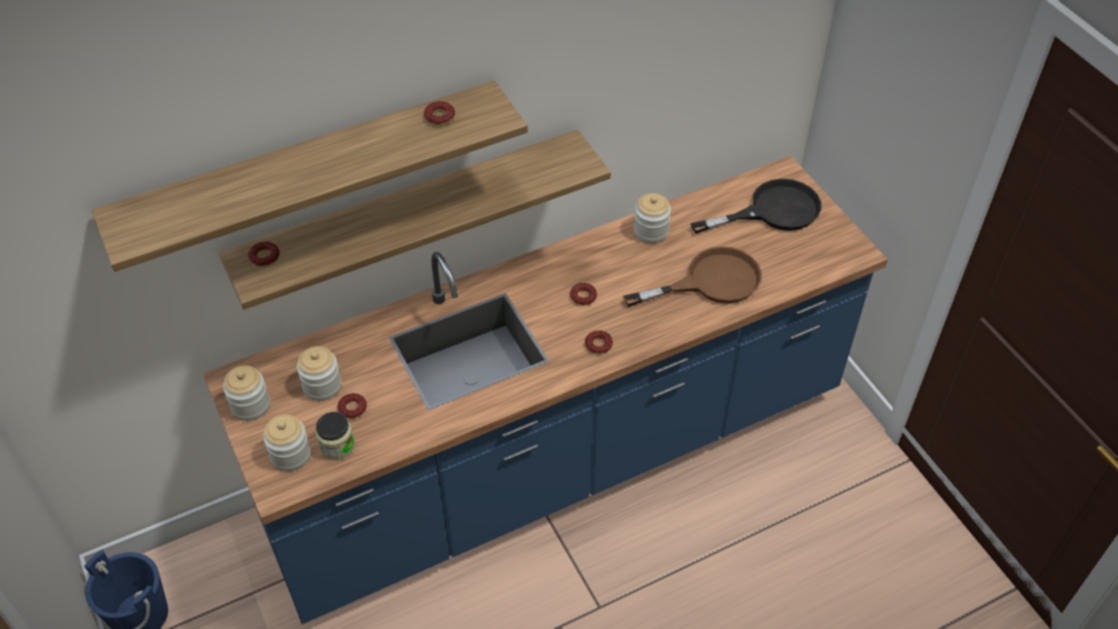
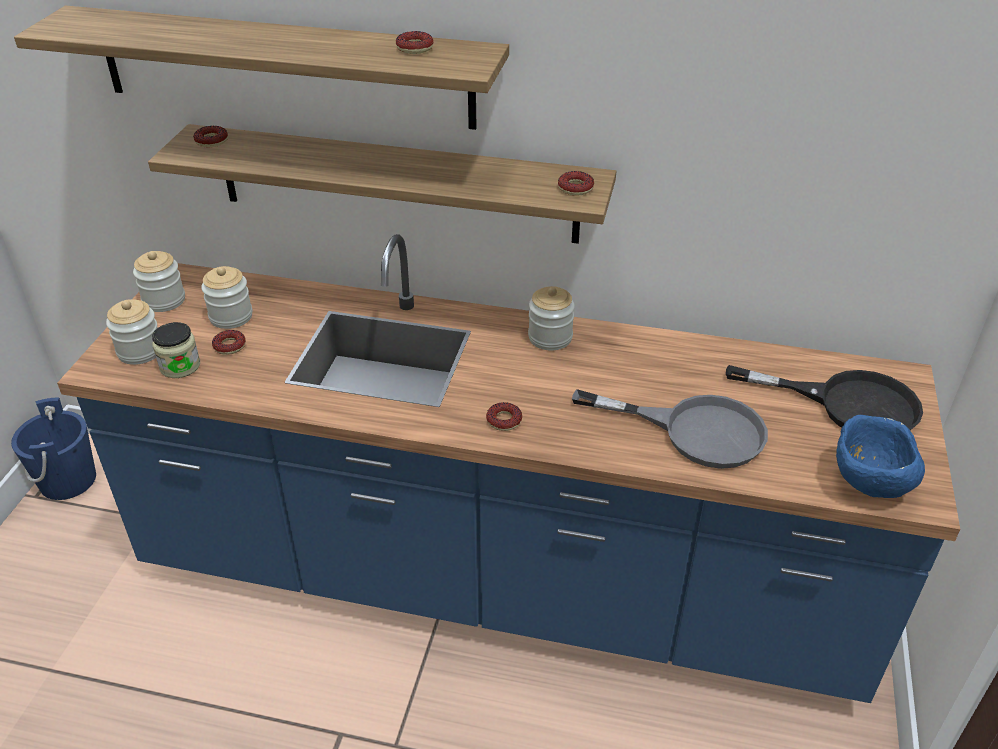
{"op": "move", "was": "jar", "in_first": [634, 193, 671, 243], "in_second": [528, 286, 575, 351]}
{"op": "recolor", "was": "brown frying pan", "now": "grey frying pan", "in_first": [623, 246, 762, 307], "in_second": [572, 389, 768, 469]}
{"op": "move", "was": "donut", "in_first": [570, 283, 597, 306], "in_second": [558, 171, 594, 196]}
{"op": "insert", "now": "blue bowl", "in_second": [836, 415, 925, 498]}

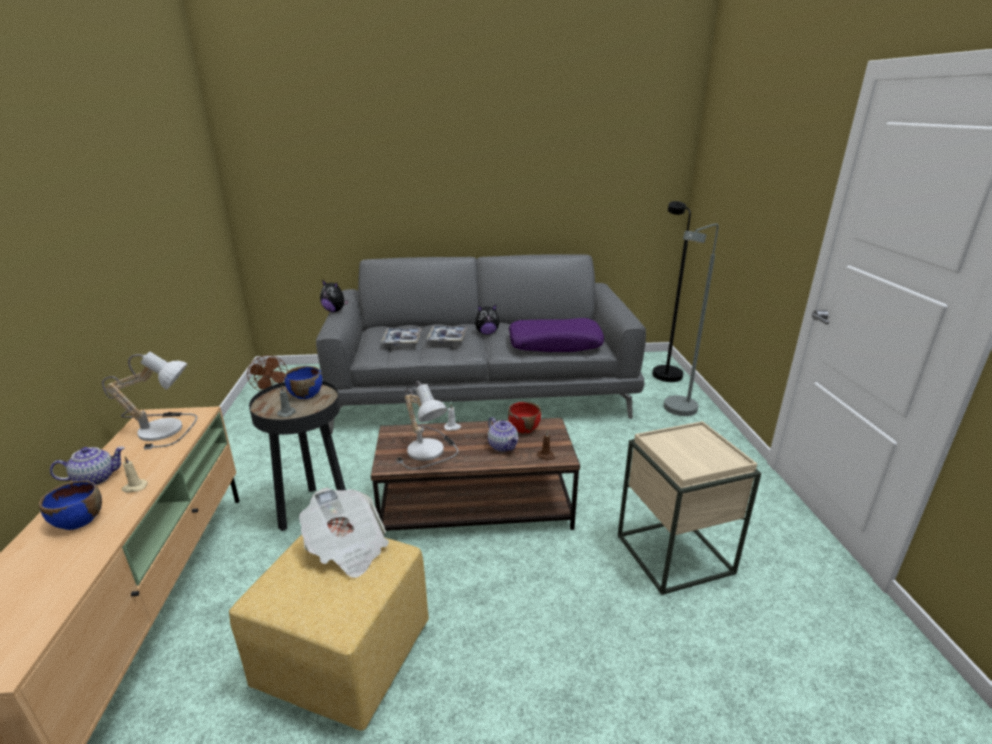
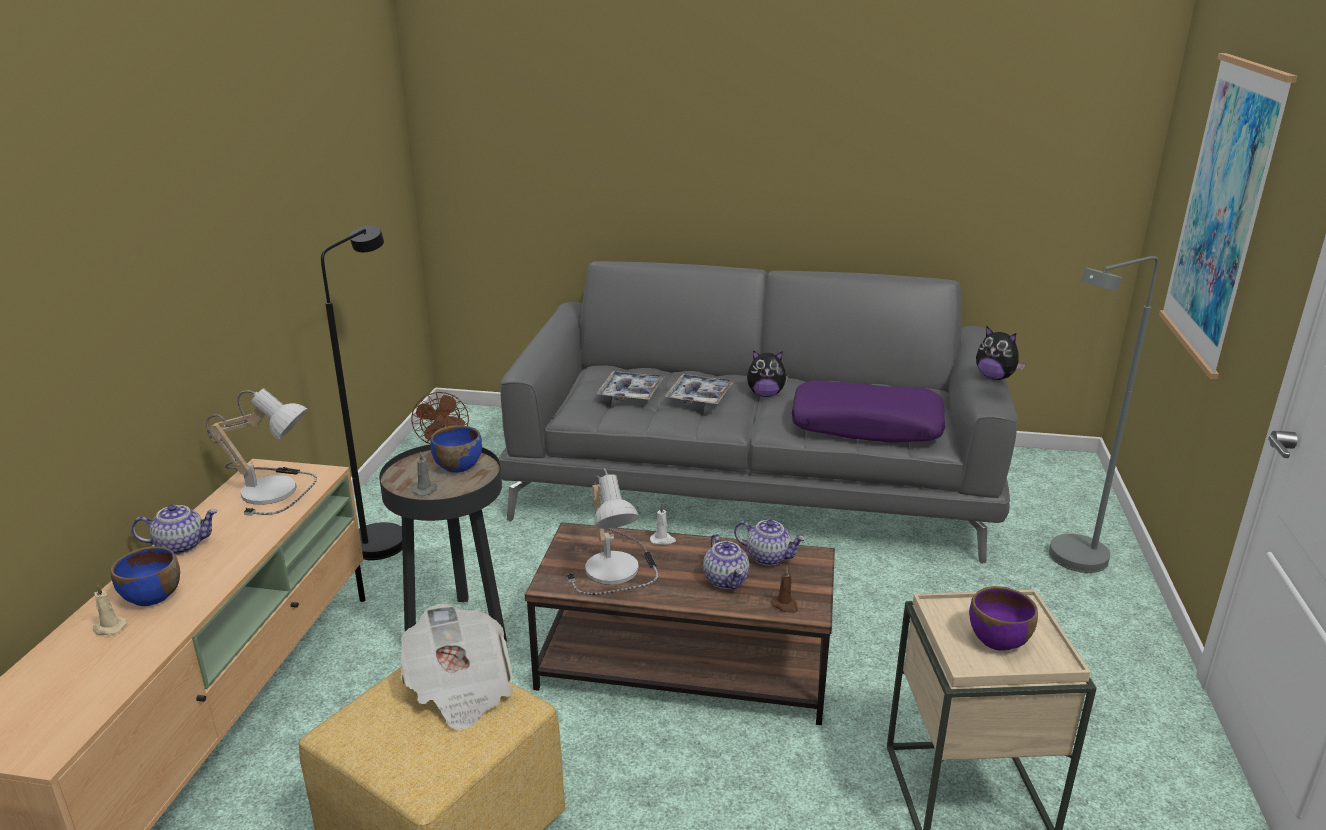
{"op": "move", "was": "black floor lamp", "in_first": [653, 201, 691, 382], "in_second": [321, 225, 402, 560]}
{"op": "move", "was": "plush toy", "in_first": [320, 280, 349, 312], "in_second": [976, 326, 1026, 380]}
{"op": "replace", "was": "red bowl", "now": "teapot", "in_first": [508, 402, 541, 433], "in_second": [734, 520, 805, 566]}
{"op": "move", "was": "beige candle", "in_first": [122, 456, 148, 493], "in_second": [93, 584, 127, 635]}
{"op": "insert", "now": "picture", "in_second": [1159, 53, 1298, 379]}
{"op": "insert", "now": "purple bowl", "in_second": [969, 586, 1038, 651]}

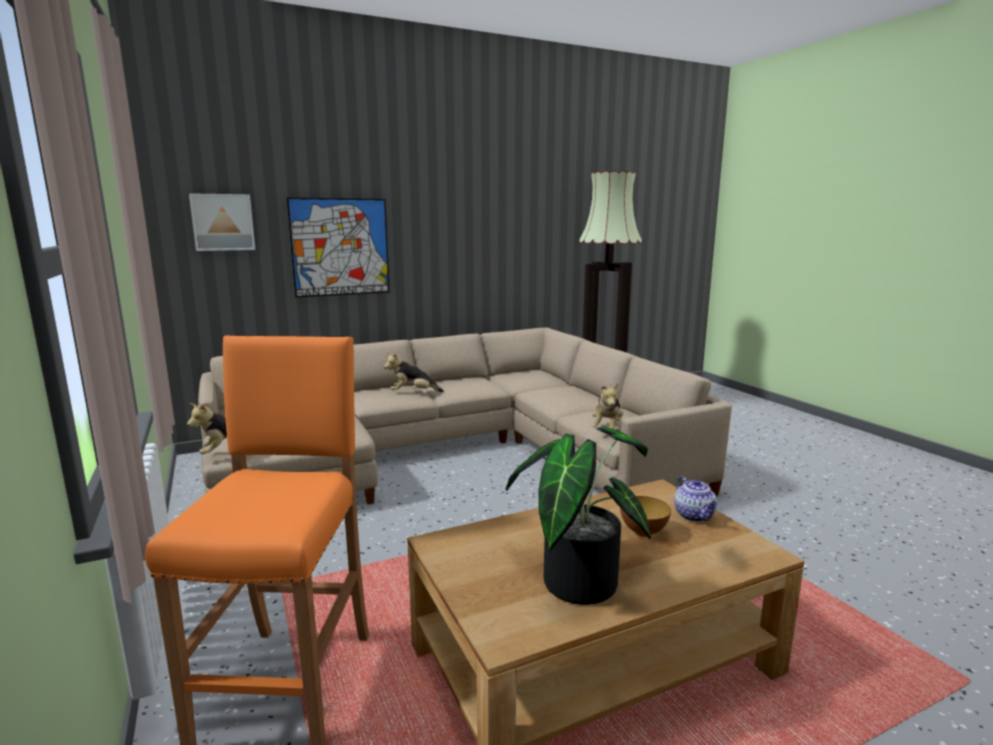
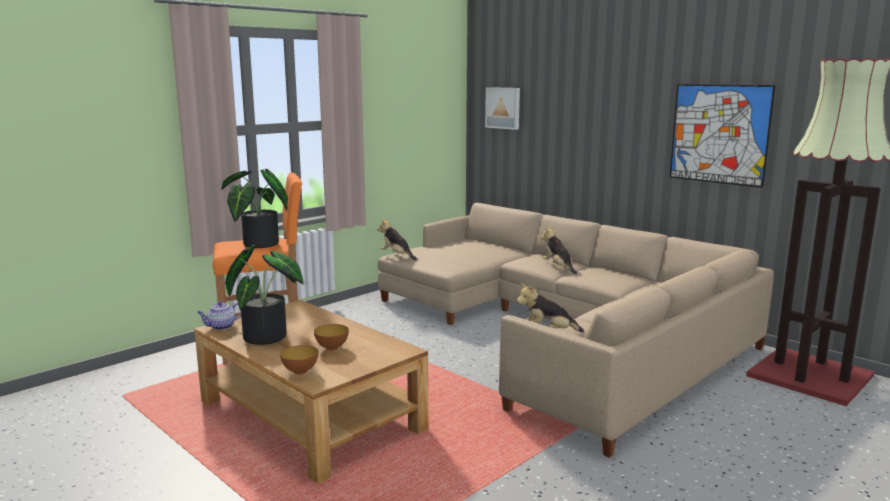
{"op": "move", "was": "picture", "in_first": [287, 198, 390, 297], "in_second": [670, 84, 775, 188]}
{"op": "move", "was": "teapot", "in_first": [674, 476, 717, 522], "in_second": [197, 301, 241, 330]}
{"op": "insert", "now": "potted plant", "in_second": [221, 169, 288, 248]}
{"op": "insert", "now": "bowl", "in_second": [280, 345, 318, 375]}

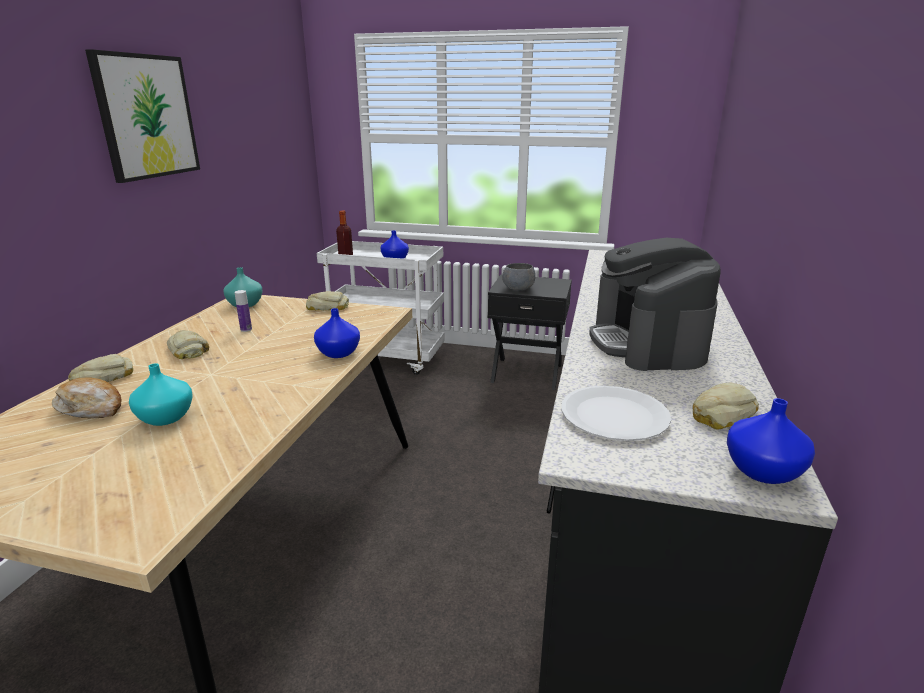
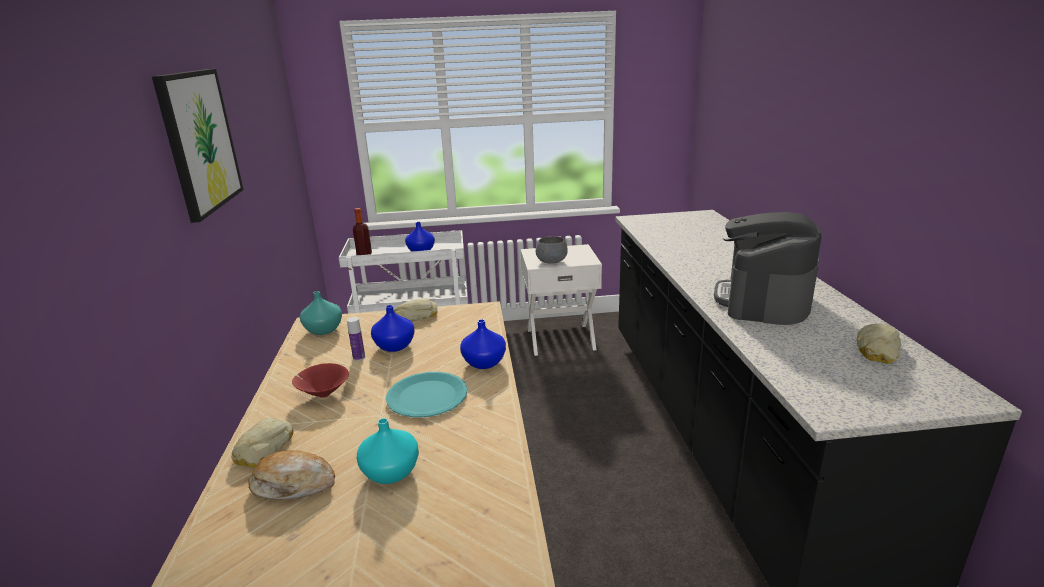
{"op": "rotate", "was": "coffee machine", "in_first": [589, 238, 721, 371], "in_second": [714, 212, 822, 325], "clockwise": 45}
{"op": "recolor", "was": "black nightstand", "now": "white nightstand", "in_first": [488, 274, 572, 390], "in_second": [520, 244, 602, 356]}
{"op": "replace", "was": "bread", "now": "red bowl", "in_first": [167, 330, 209, 359], "in_second": [292, 363, 349, 398]}
{"op": "delete", "was": "white plate", "in_first": [561, 386, 671, 441]}
{"op": "move", "was": "blue vase", "in_first": [727, 398, 815, 484], "in_second": [371, 305, 415, 352]}
{"op": "insert", "now": "turquoise plate", "in_second": [386, 372, 467, 417]}

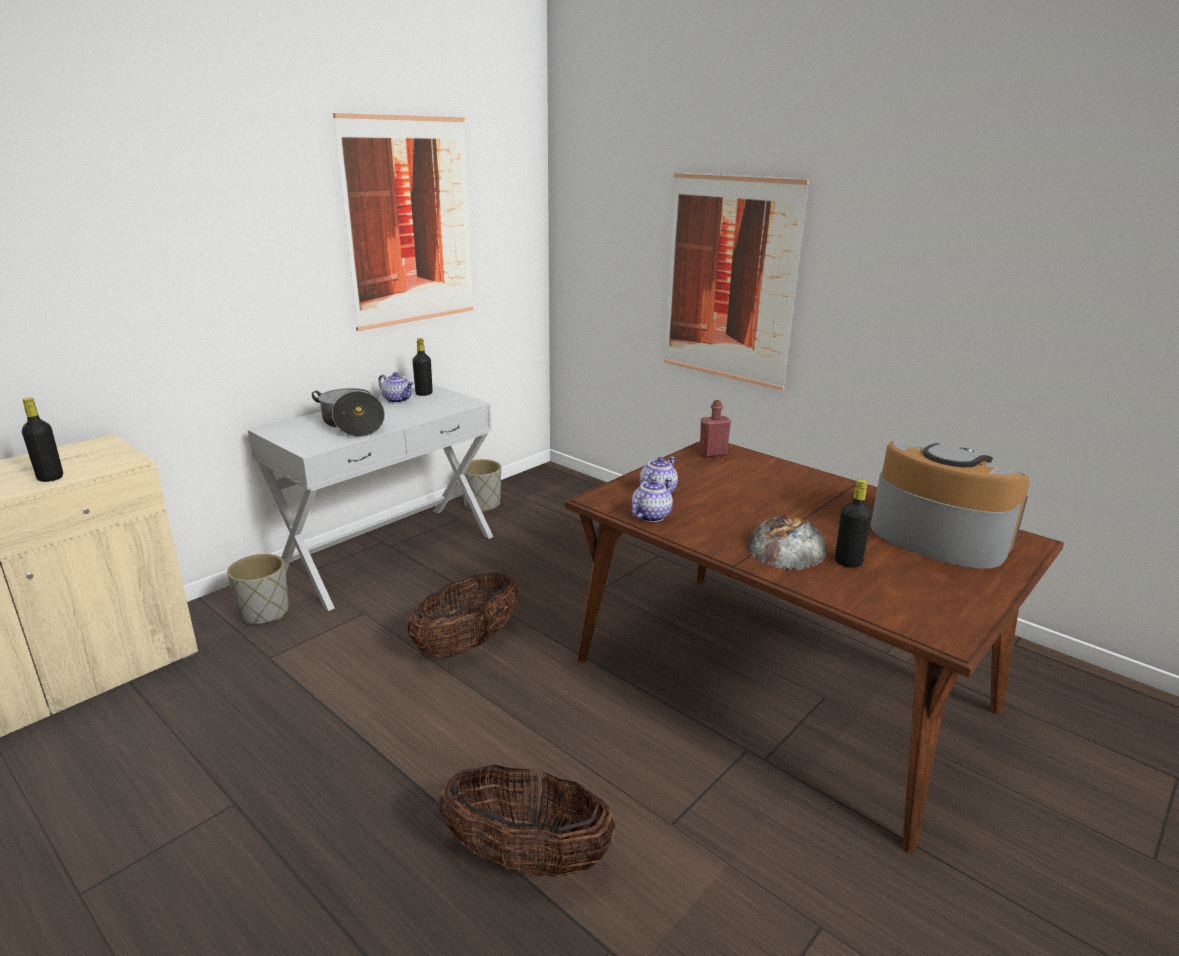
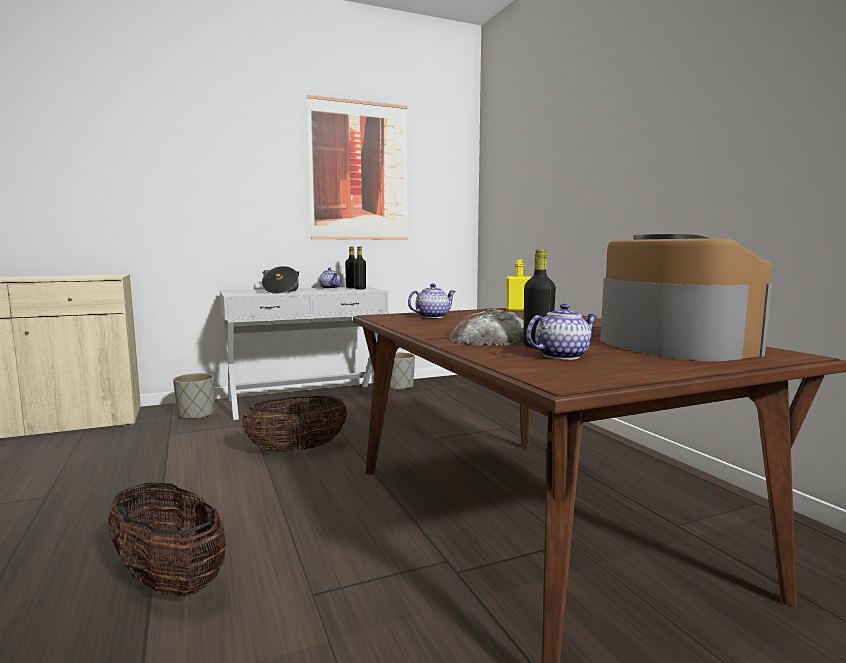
{"op": "delete", "was": "picture", "in_first": [664, 172, 809, 391]}
{"op": "move", "was": "black bottle", "in_first": [22, 398, 63, 482], "in_second": [354, 246, 366, 290]}
{"op": "recolor", "was": "red bottle", "now": "yellow bottle", "in_first": [699, 400, 731, 457], "in_second": [506, 260, 531, 311]}
{"op": "move", "was": "teapot", "in_first": [632, 478, 673, 522], "in_second": [526, 304, 598, 360]}

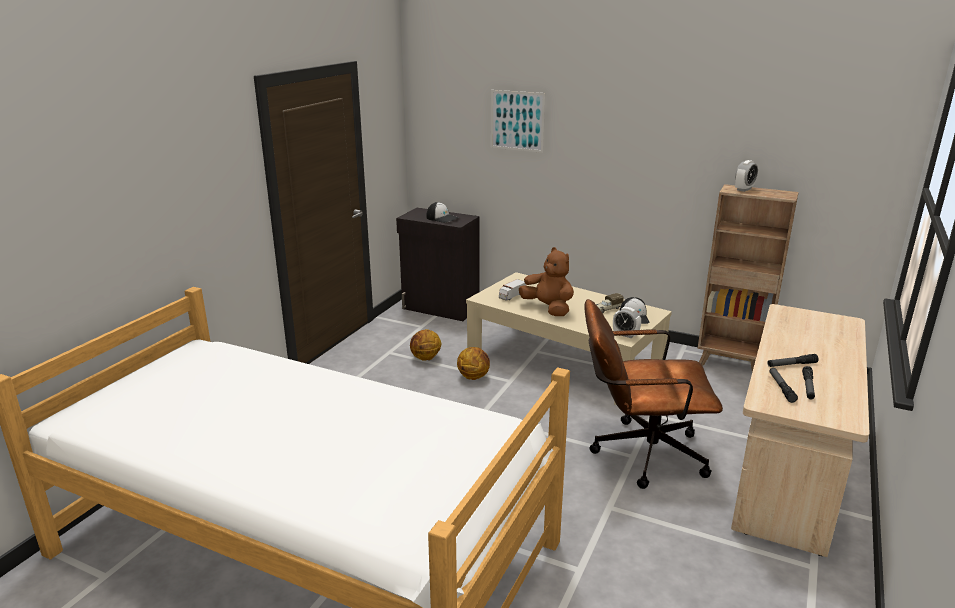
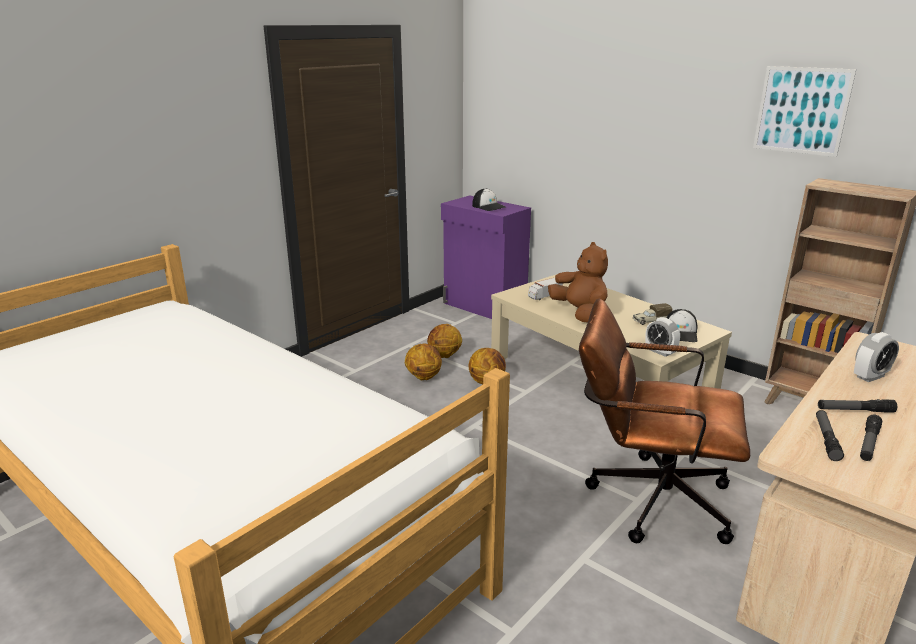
{"op": "move", "was": "picture", "in_first": [491, 90, 545, 153], "in_second": [753, 66, 856, 157]}
{"op": "move", "was": "alarm clock", "in_first": [735, 160, 758, 192], "in_second": [854, 332, 899, 382]}
{"op": "recolor", "was": "black cabinet", "now": "purple cabinet", "in_first": [396, 208, 479, 321], "in_second": [441, 196, 531, 319]}
{"op": "insert", "now": "basketball", "in_second": [405, 343, 442, 380]}

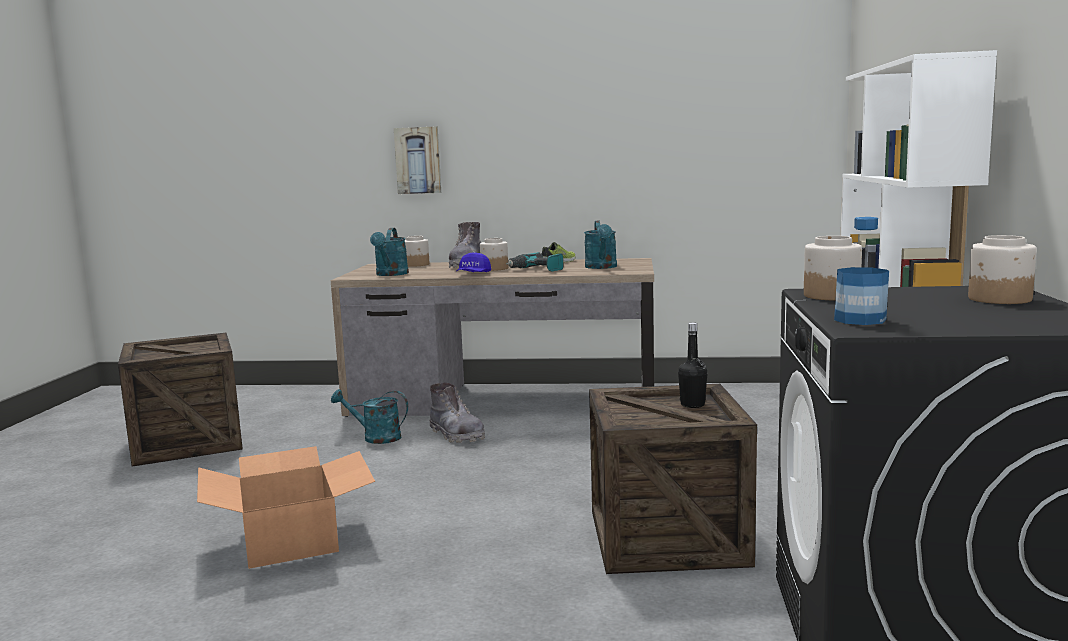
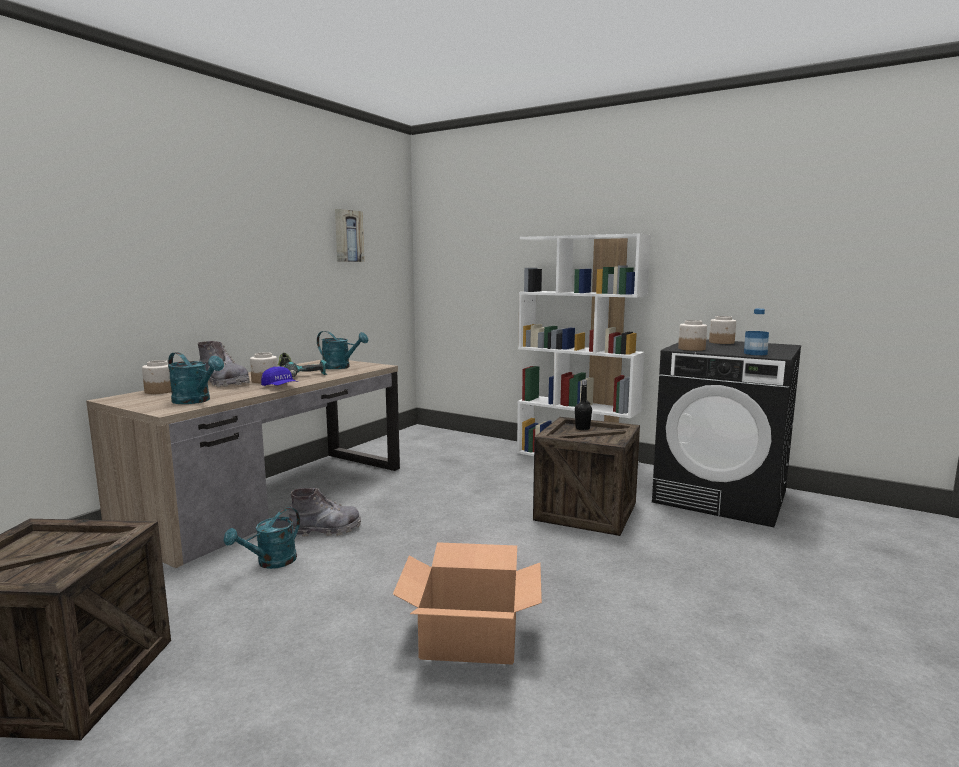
{"op": "move", "was": "picture", "in_first": [394, 126, 441, 194], "in_second": [335, 209, 364, 262]}

